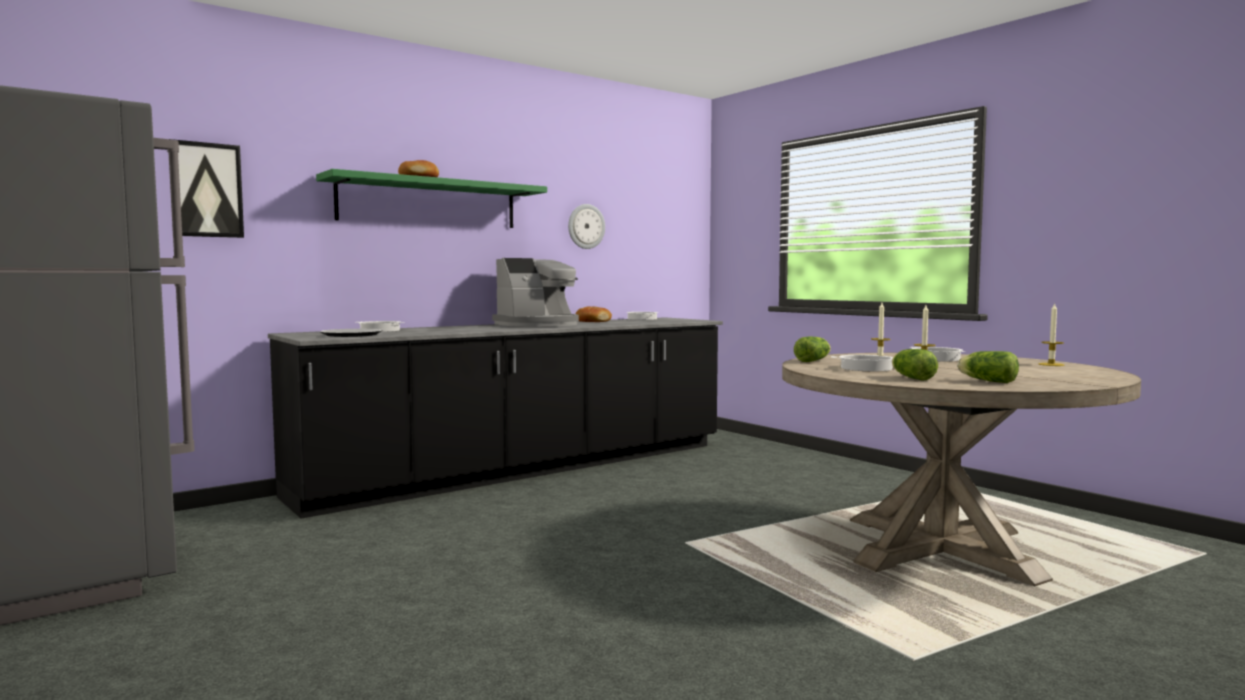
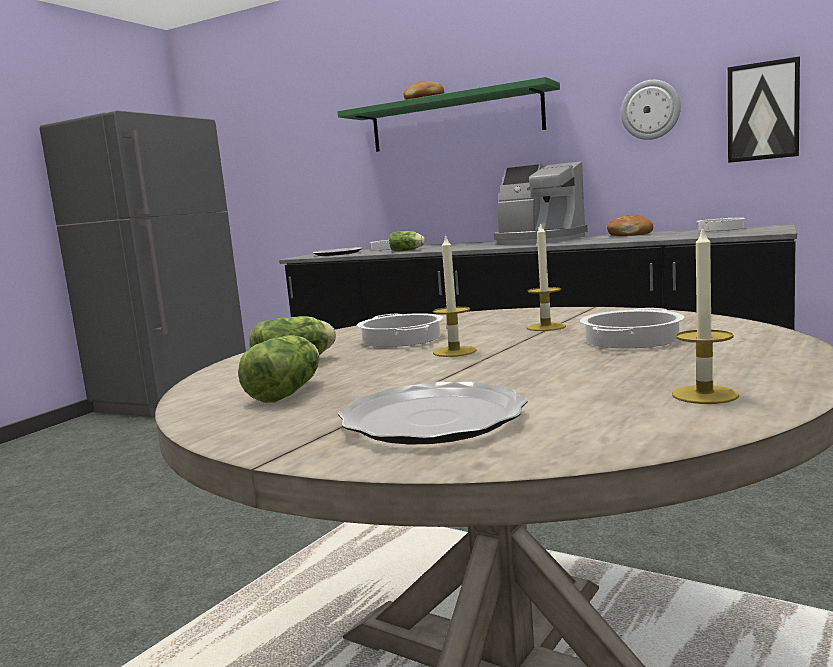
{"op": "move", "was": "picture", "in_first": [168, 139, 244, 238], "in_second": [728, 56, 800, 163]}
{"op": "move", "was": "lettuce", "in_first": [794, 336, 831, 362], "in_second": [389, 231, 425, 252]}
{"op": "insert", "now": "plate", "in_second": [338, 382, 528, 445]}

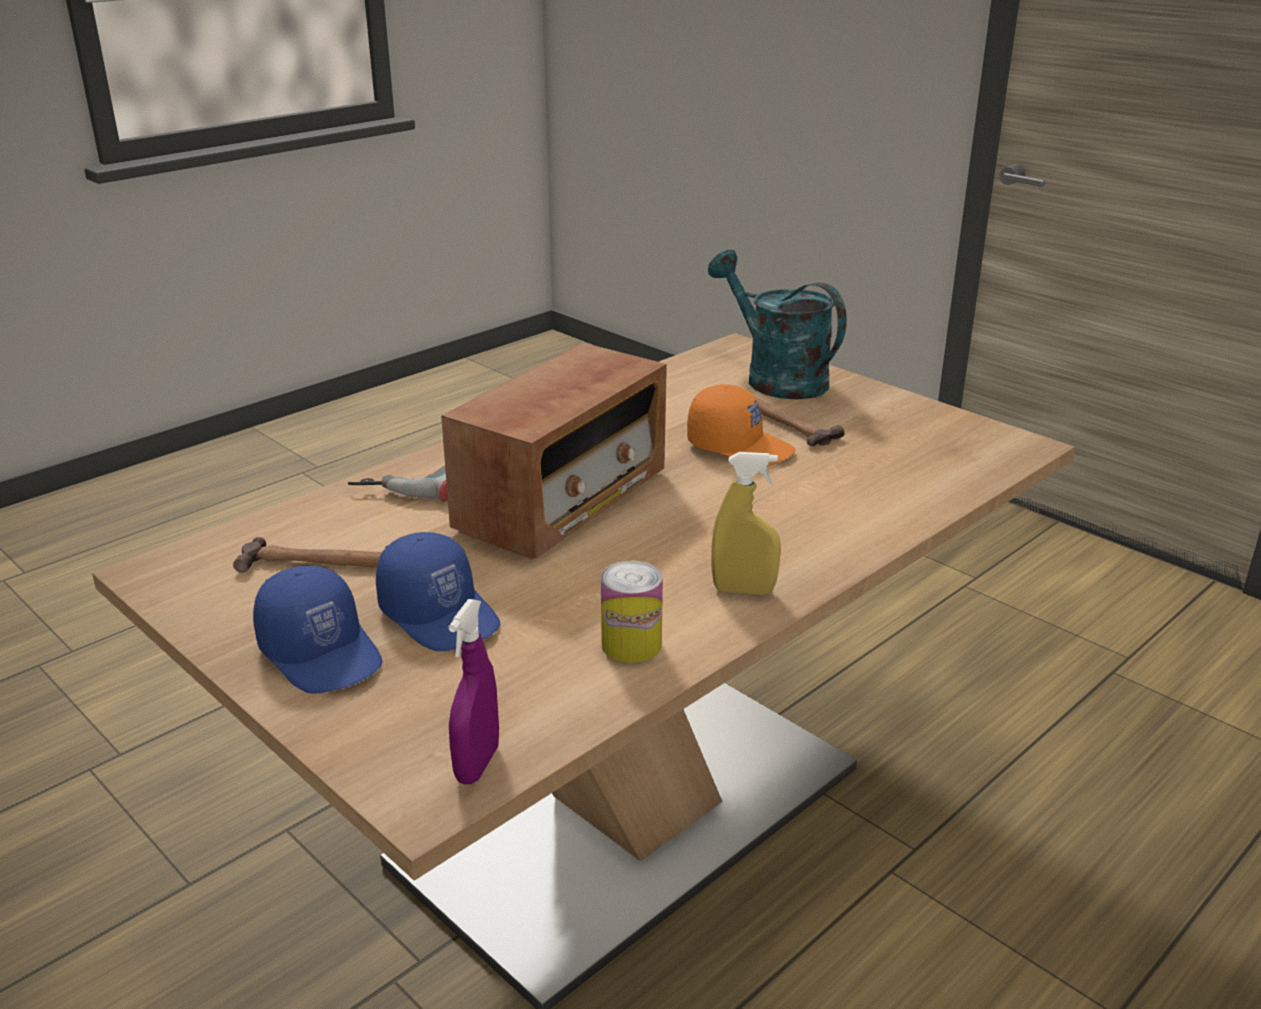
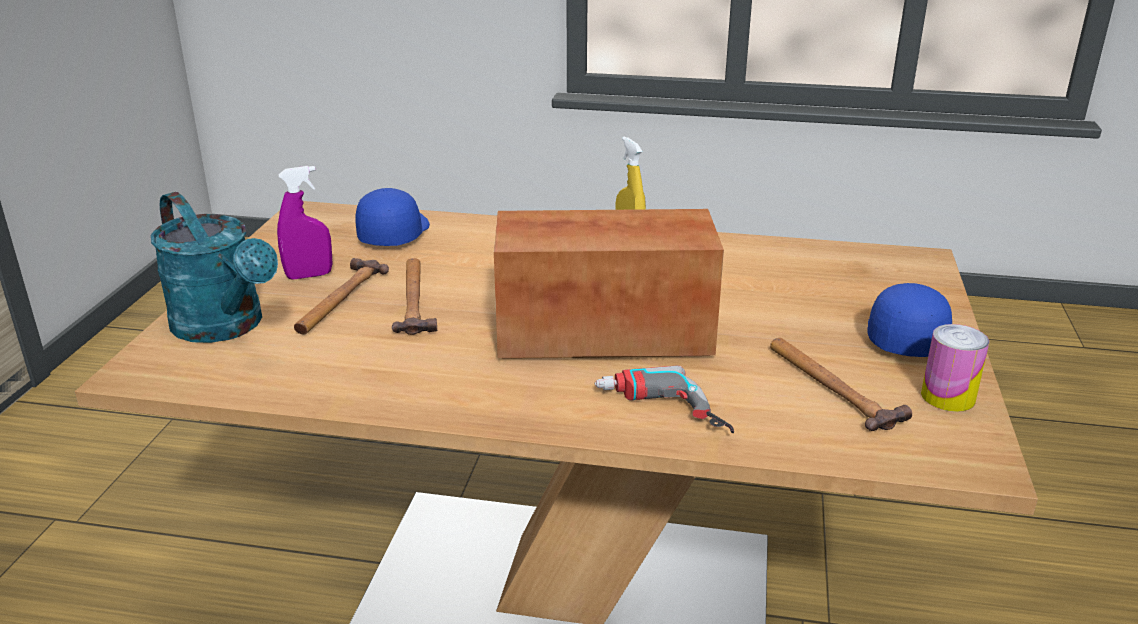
{"op": "rotate", "was": "turquoise watering can", "in_first": [708, 250, 847, 400], "in_second": [151, 192, 278, 343], "clockwise": -60}
{"op": "replace", "was": "orange cap", "now": "hammer", "in_first": [687, 384, 795, 466], "in_second": [392, 258, 437, 335]}
{"op": "move", "was": "blue cap", "in_first": [376, 532, 500, 651], "in_second": [355, 188, 430, 246]}
{"op": "move", "was": "can", "in_first": [601, 560, 663, 663], "in_second": [921, 324, 989, 412]}
{"op": "move", "was": "purple spray bottle", "in_first": [449, 599, 499, 784], "in_second": [277, 166, 332, 280]}

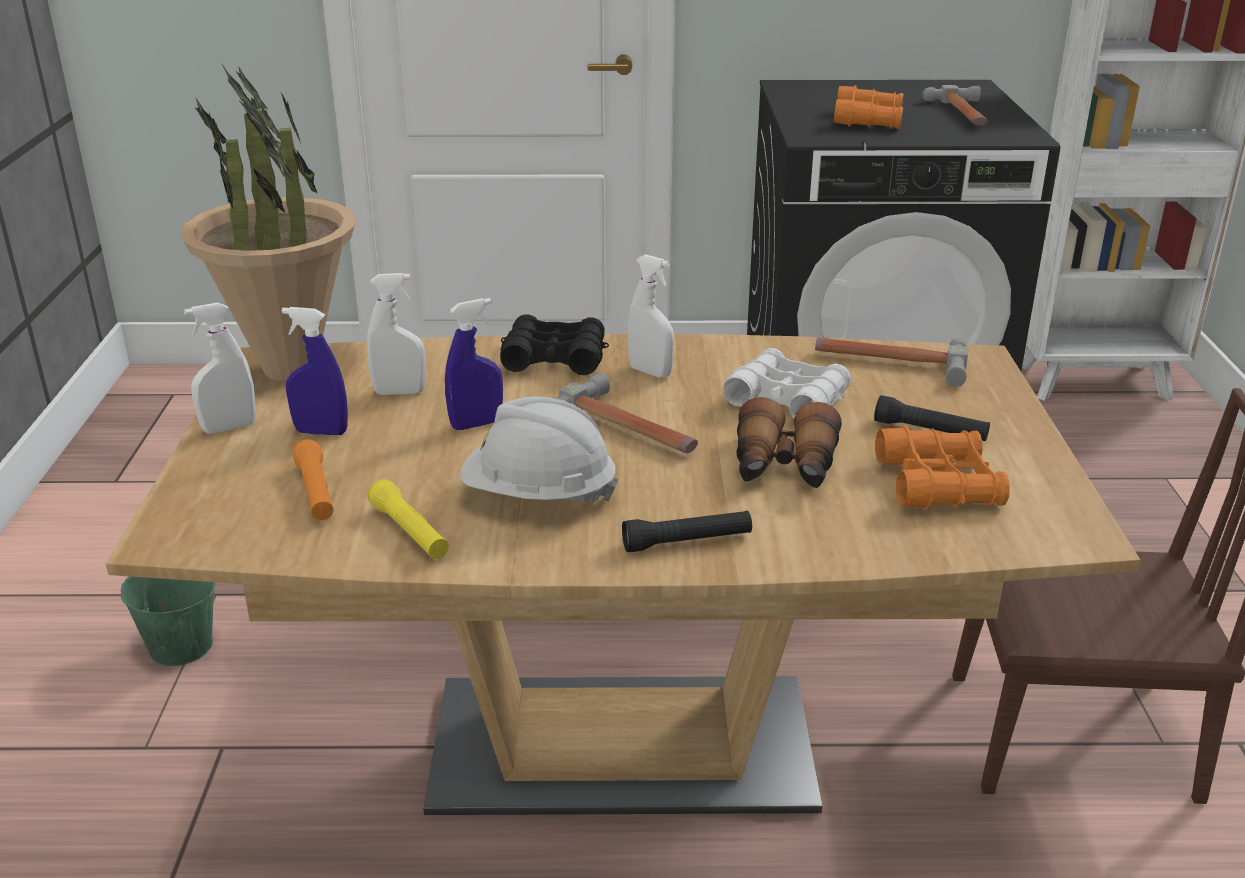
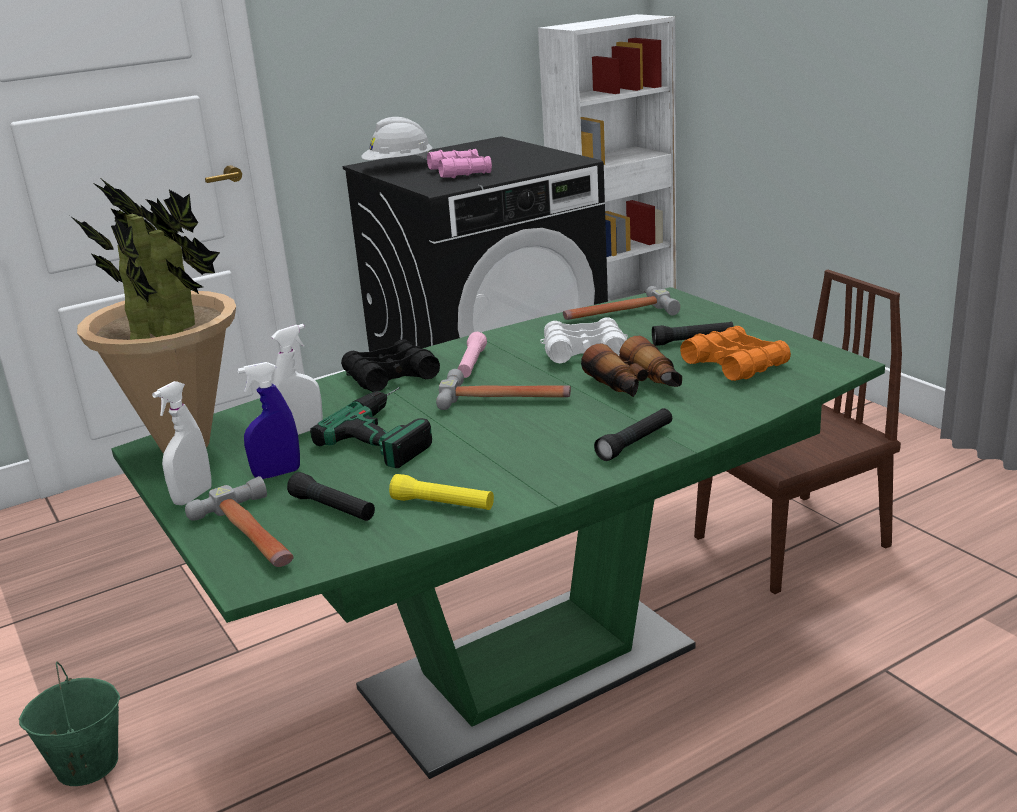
{"op": "recolor", "was": "orange binoculars", "now": "pink binoculars", "in_first": [833, 85, 903, 129], "in_second": [427, 149, 492, 178]}
{"op": "move", "was": "hammer", "in_first": [923, 85, 987, 126], "in_second": [185, 476, 294, 567]}
{"op": "replace", "was": "white spray bottle", "now": "pink flashlight", "in_first": [627, 254, 674, 378], "in_second": [457, 332, 487, 378]}
{"op": "replace", "was": "blue spray bottle", "now": "power drill", "in_first": [445, 298, 503, 430], "in_second": [310, 387, 432, 468]}
{"op": "recolor", "was": "brown dining table", "now": "green dining table", "in_first": [106, 334, 1140, 815], "in_second": [111, 287, 885, 779]}
{"op": "move", "was": "white hard hat", "in_first": [460, 397, 619, 503], "in_second": [361, 117, 433, 160]}
{"op": "recolor", "was": "orange flashlight", "now": "black flashlight", "in_first": [293, 439, 334, 520], "in_second": [287, 472, 375, 521]}

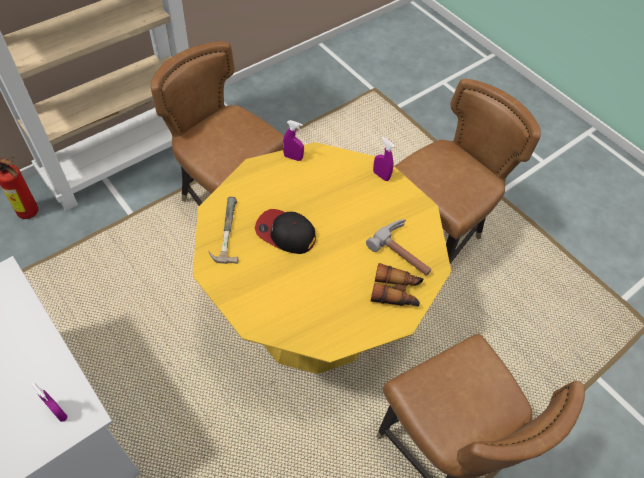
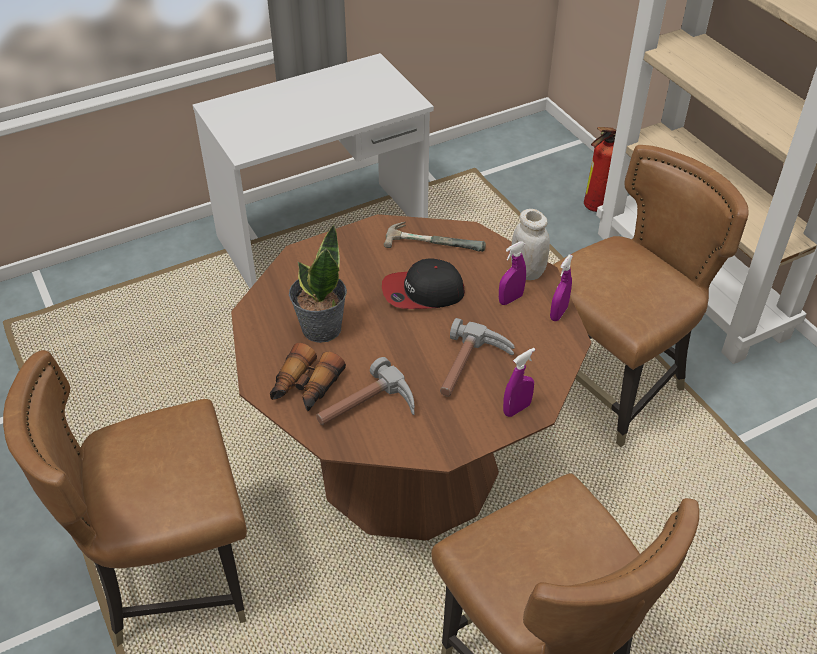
{"op": "recolor", "was": "yellow dining table", "now": "brown dining table", "in_first": [193, 142, 451, 374], "in_second": [231, 214, 591, 541]}
{"op": "rotate", "was": "cap", "in_first": [255, 209, 316, 254], "in_second": [382, 258, 465, 309], "clockwise": -135}
{"op": "move", "was": "purple spray bottle", "in_first": [31, 382, 67, 422], "in_second": [499, 241, 526, 305]}
{"op": "insert", "now": "white jar", "in_second": [511, 209, 550, 280]}
{"op": "insert", "now": "potted plant", "in_second": [289, 224, 347, 343]}
{"op": "insert", "now": "hammer", "in_second": [440, 318, 515, 397]}

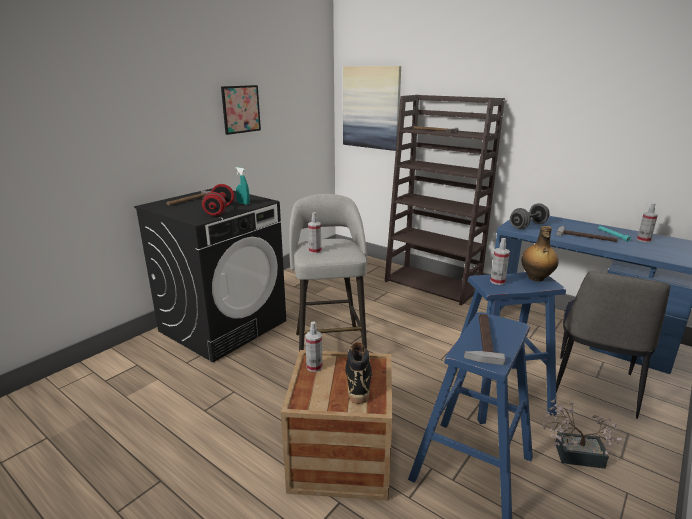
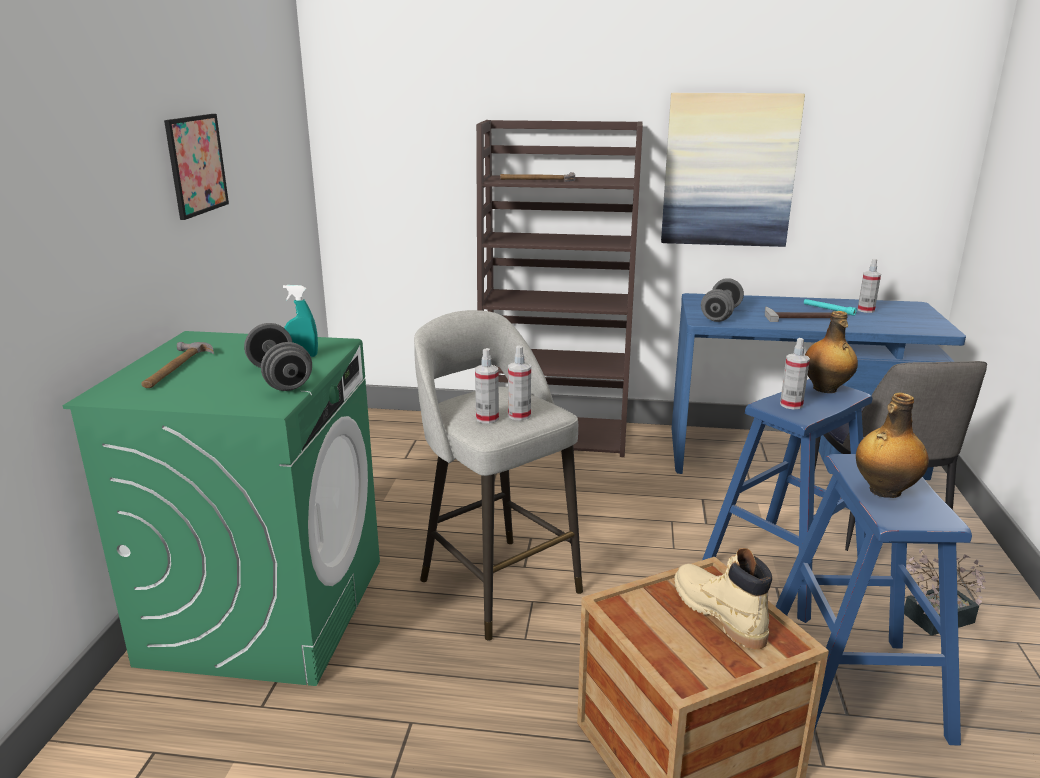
{"op": "move", "was": "picture", "in_first": [343, 66, 401, 151], "in_second": [661, 93, 805, 247]}
{"op": "recolor", "was": "red dumbbell", "now": "grey dumbbell", "in_first": [202, 184, 234, 216], "in_second": [244, 323, 312, 391]}
{"op": "recolor", "was": "black washing machine", "now": "green washing machine", "in_first": [134, 188, 286, 362], "in_second": [62, 331, 380, 686]}
{"op": "replace", "was": "hammer", "now": "bottle", "in_first": [464, 314, 505, 365], "in_second": [856, 393, 929, 498]}
{"op": "move", "was": "spray bottle", "in_first": [305, 321, 323, 372], "in_second": [508, 346, 531, 421]}
{"op": "recolor", "was": "black boot", "now": "beige boot", "in_first": [345, 342, 372, 404], "in_second": [674, 548, 772, 650]}

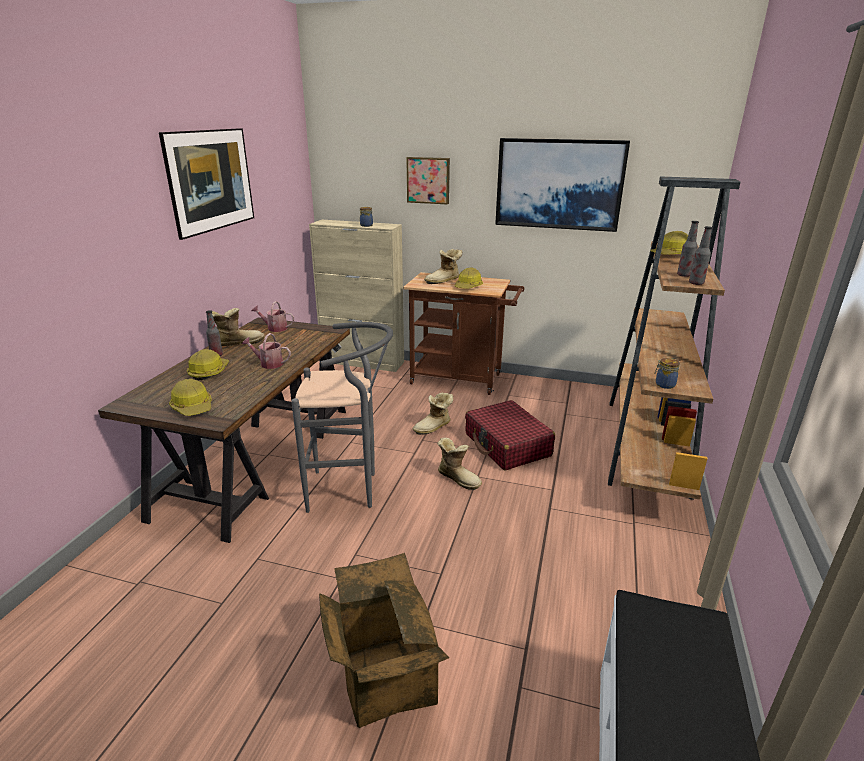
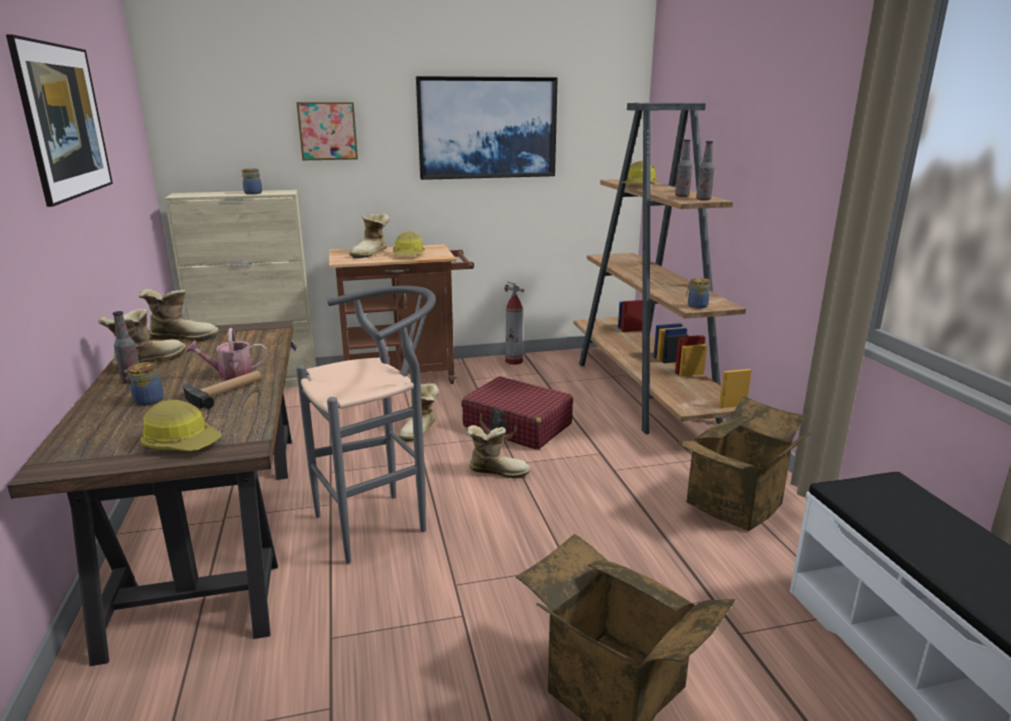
{"op": "replace", "was": "watering can", "now": "boot", "in_first": [251, 301, 294, 332], "in_second": [139, 289, 219, 341]}
{"op": "replace", "was": "hard hat", "now": "jar", "in_first": [187, 349, 229, 380], "in_second": [124, 362, 163, 406]}
{"op": "insert", "now": "fire extinguisher", "in_second": [504, 282, 524, 365]}
{"op": "insert", "now": "hammer", "in_second": [183, 370, 261, 409]}
{"op": "insert", "now": "cardboard box", "in_second": [677, 396, 811, 531]}

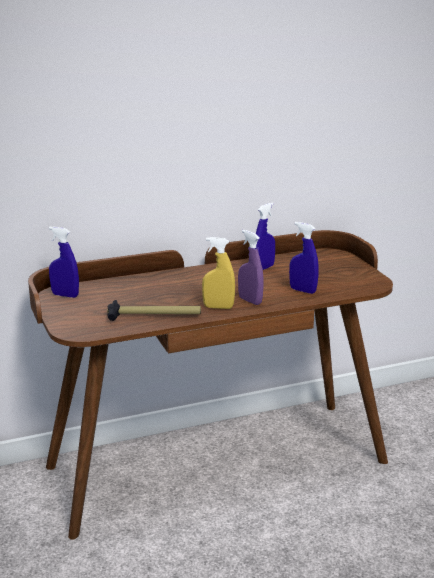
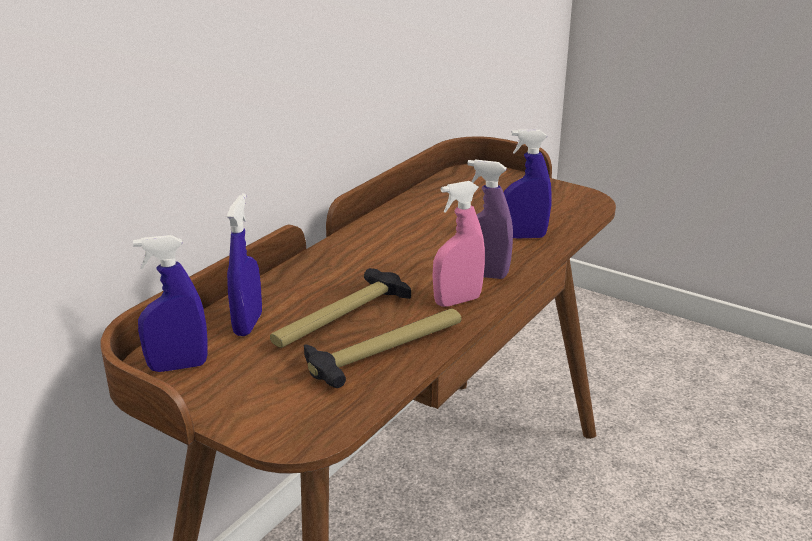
{"op": "move", "was": "blue spray bottle", "in_first": [256, 203, 275, 270], "in_second": [227, 193, 262, 336]}
{"op": "recolor", "was": "yellow spray bottle", "now": "pink spray bottle", "in_first": [202, 237, 235, 309], "in_second": [432, 181, 485, 307]}
{"op": "insert", "now": "hammer", "in_second": [270, 268, 411, 348]}

